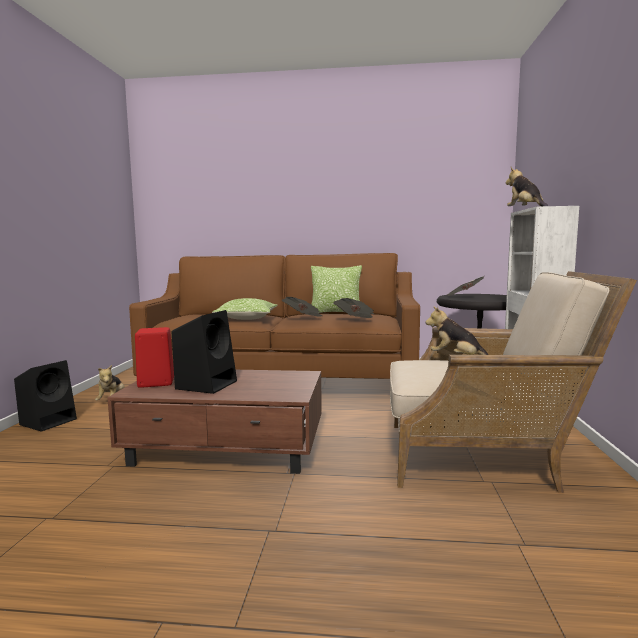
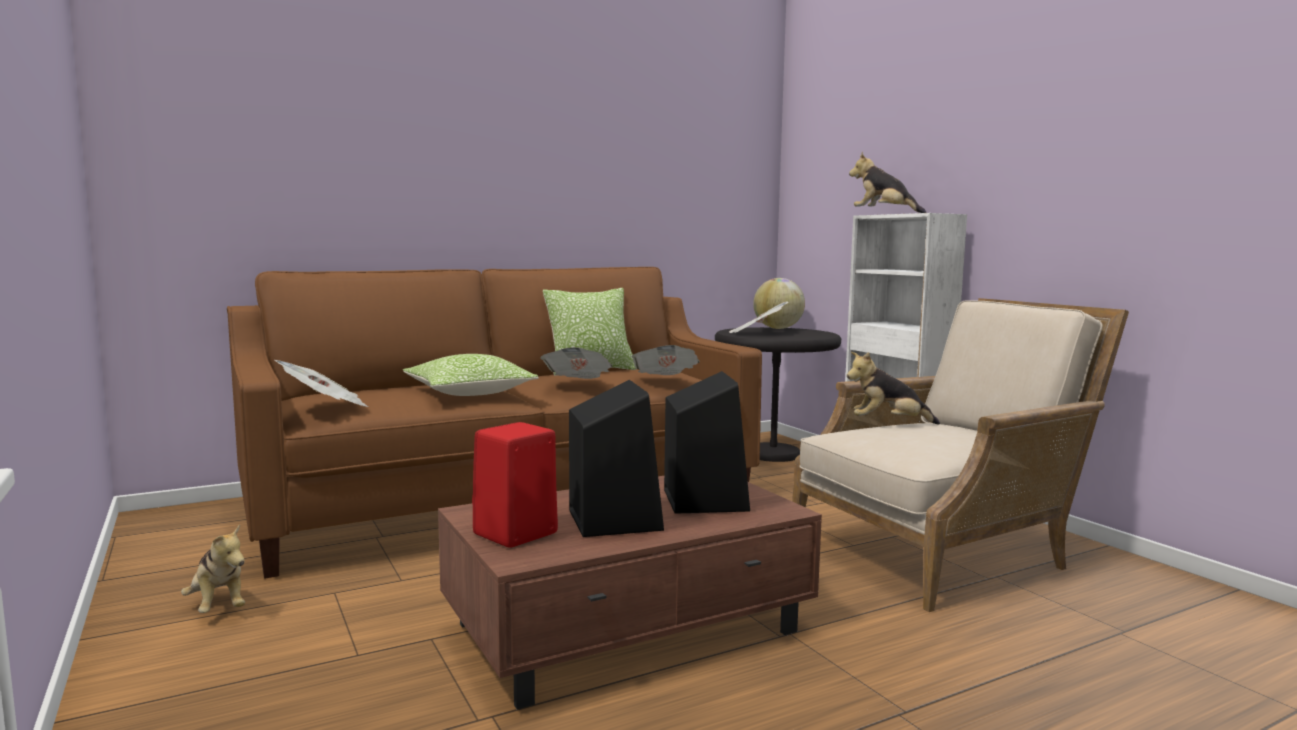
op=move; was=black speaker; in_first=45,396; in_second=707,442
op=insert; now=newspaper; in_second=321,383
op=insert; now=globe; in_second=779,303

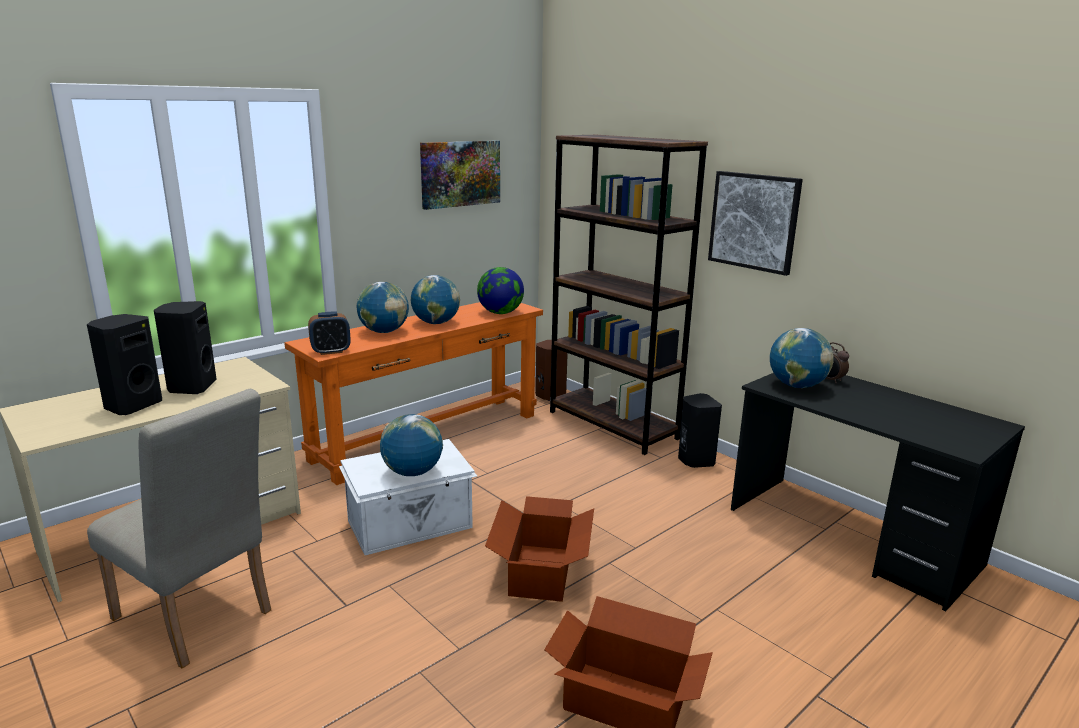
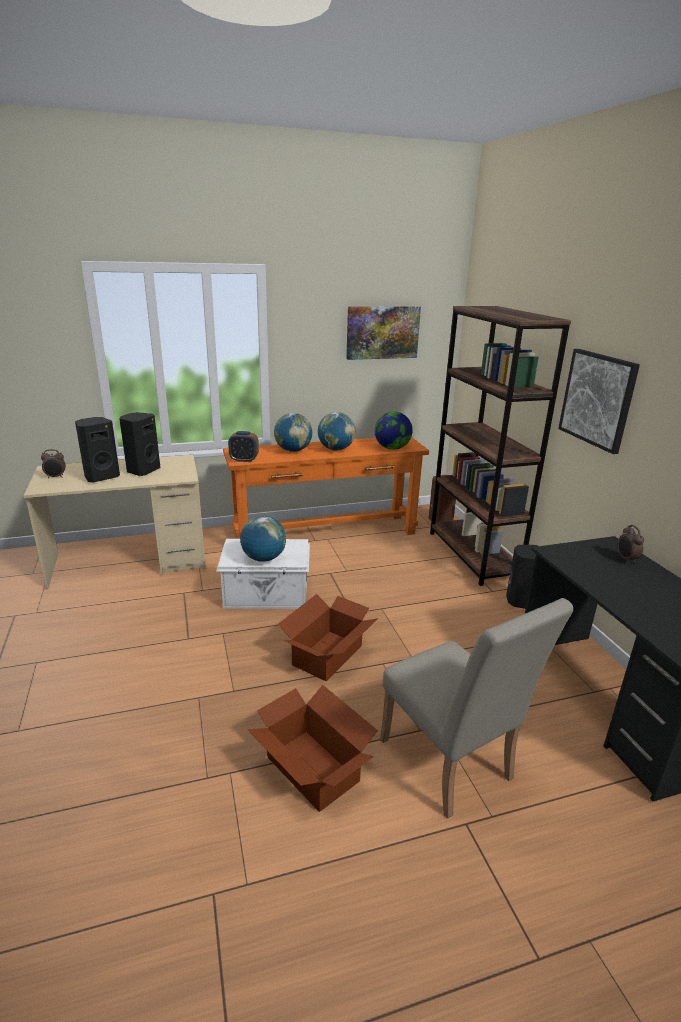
op=move; was=beige chair; in_first=179,528; in_second=477,708
op=delete; was=globe; in_first=802,358
op=insert; now=alarm clock; in_second=53,463

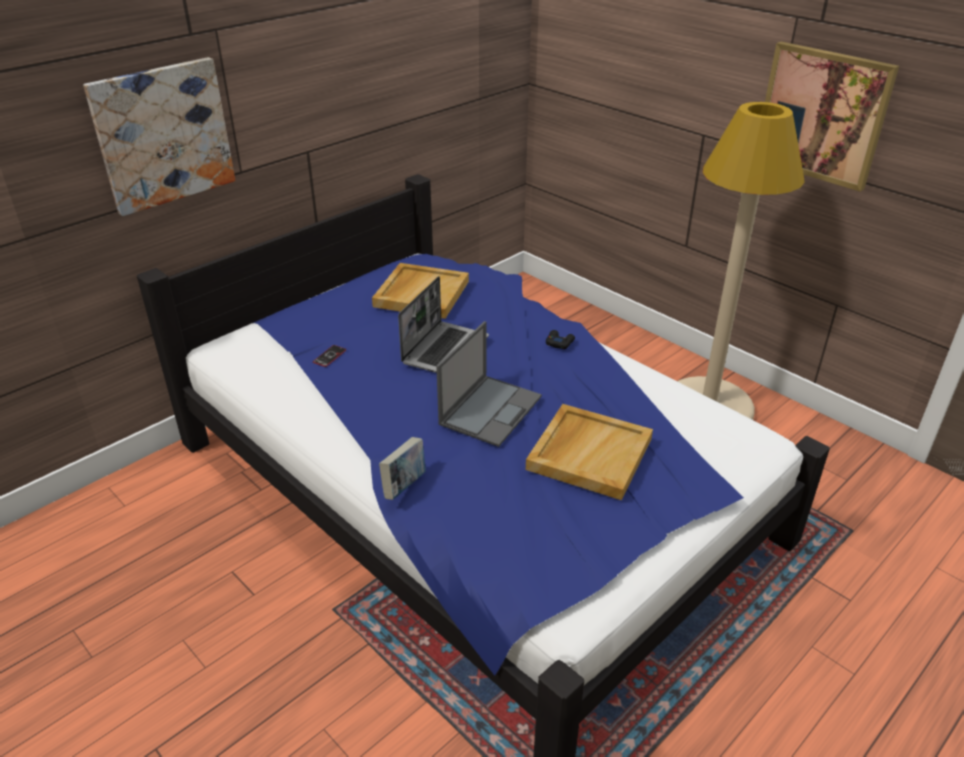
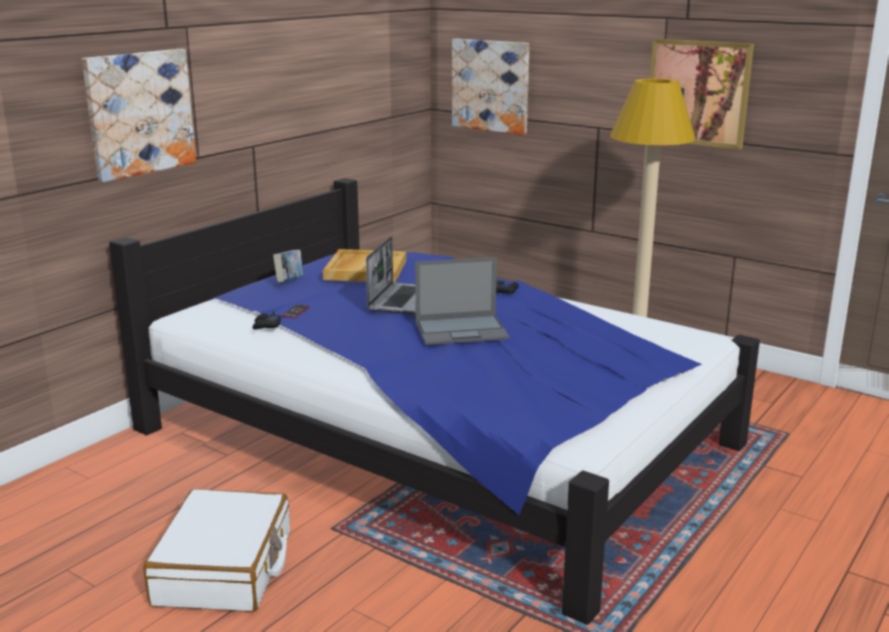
op=move; was=book; in_first=402,468; in_second=288,266
op=rotate; was=laptop; in_first=489,384; in_second=462,301; clockwise=60
op=delete; was=beige tray; in_first=589,452
op=insert; now=white suitcase; in_second=216,550
op=insert; now=black game controller; in_second=266,320
op=insert; now=picture; in_second=491,87

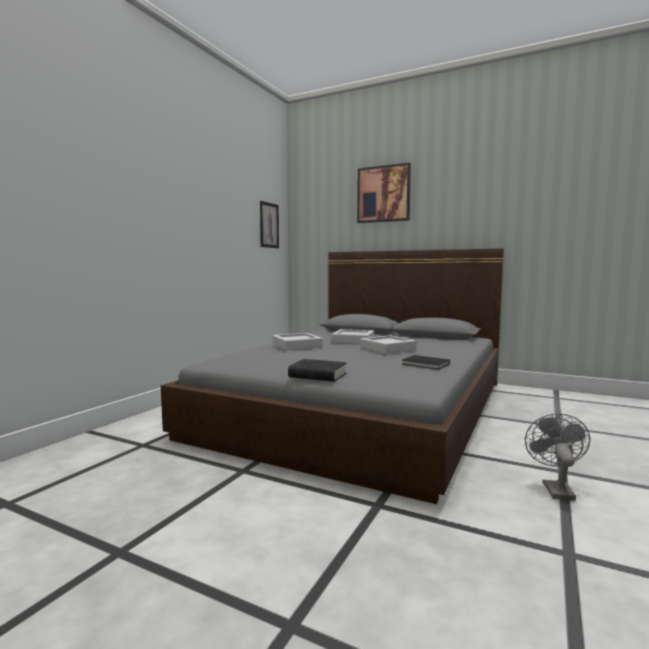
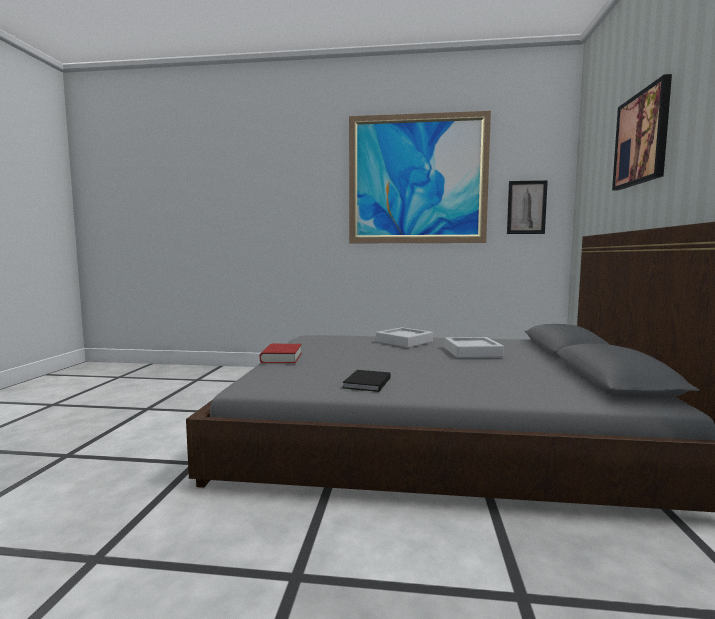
op=recolor; was=black book; now=red book; in_first=317,370; in_second=281,353
op=delete; was=grey tray; in_first=388,344
op=delete; was=grey fan; in_first=557,457
op=insert; now=picture; in_second=420,177

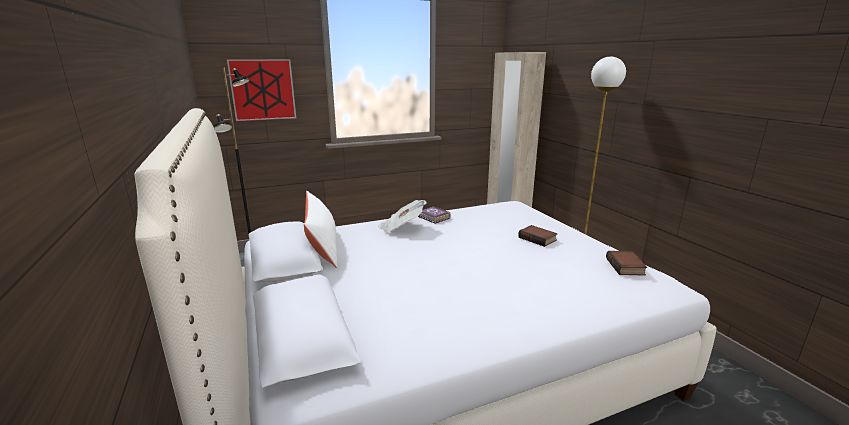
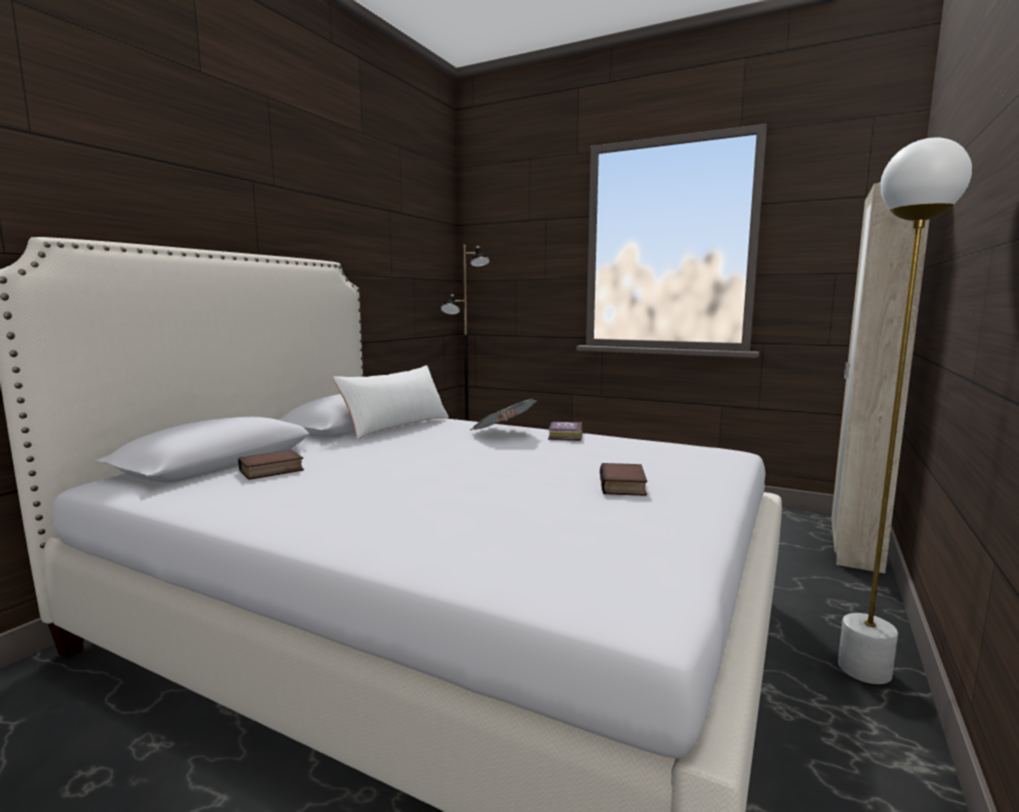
op=delete; was=picture; in_first=261,90
op=move; was=book; in_first=626,263; in_second=271,465

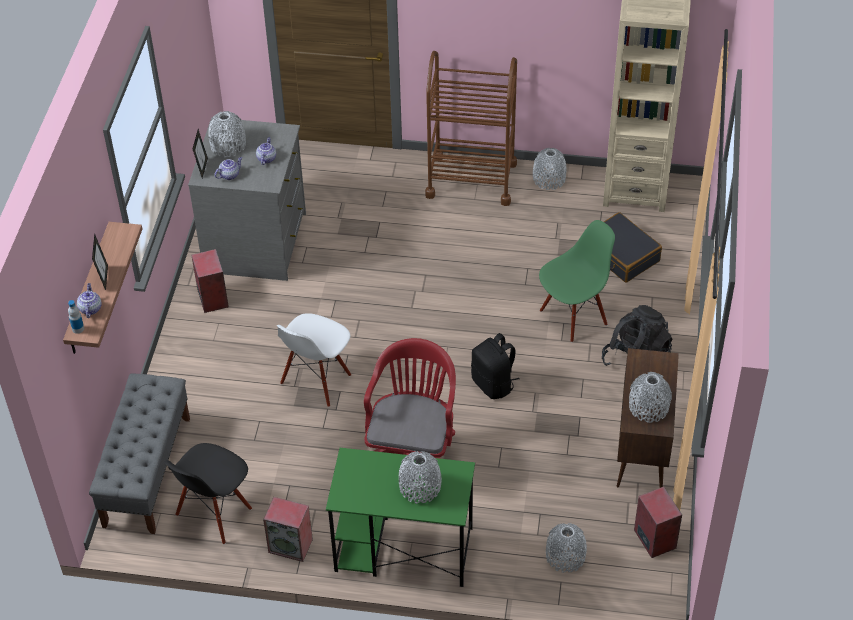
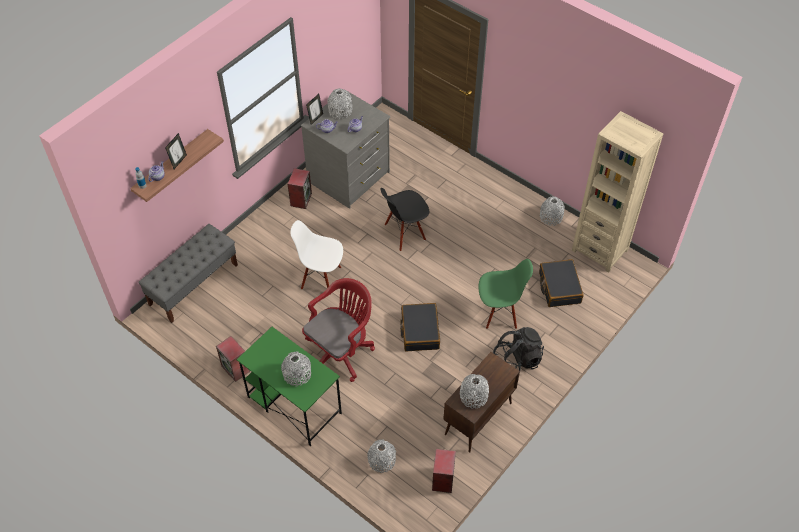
op=move; was=black chair; in_first=208,493; in_second=404,219
op=rotate; was=white chair; in_first=314,360; in_second=316,257; clockwise=45
op=delete; was=brown cart; in_first=471,128
op=replace; was=black backpack; now=black suitcase; in_first=495,366; in_second=420,327

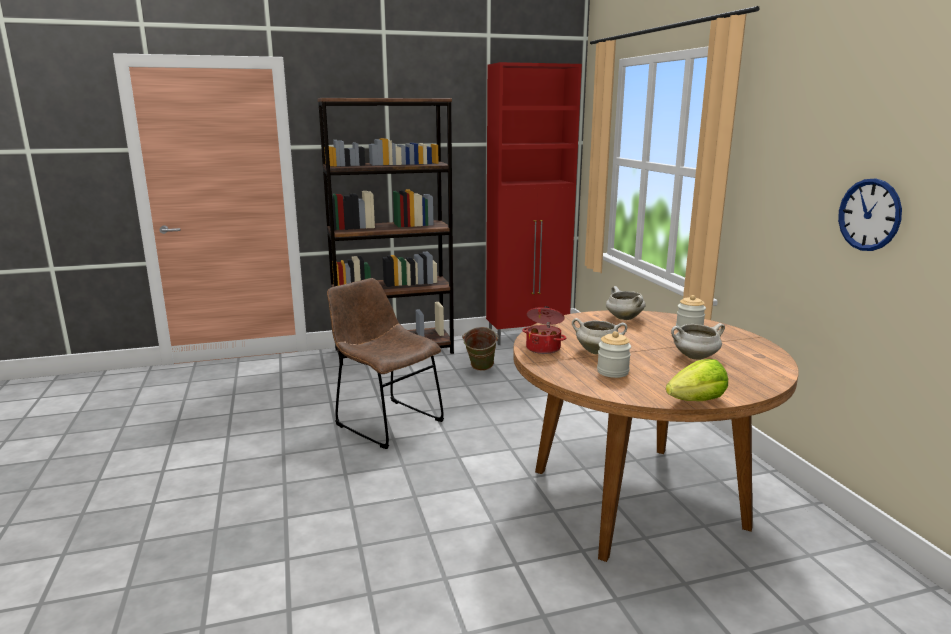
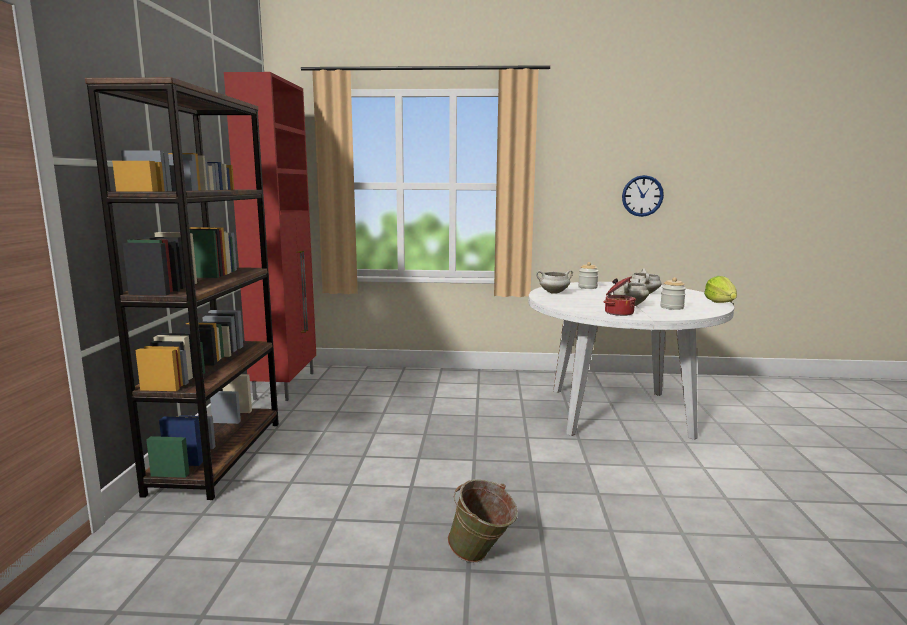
op=delete; was=brown chair; in_first=385,363
op=move; was=green bucket; in_first=480,349; in_second=482,521
op=recolor; was=brown dining table; now=white dining table; in_first=656,436; in_second=631,361

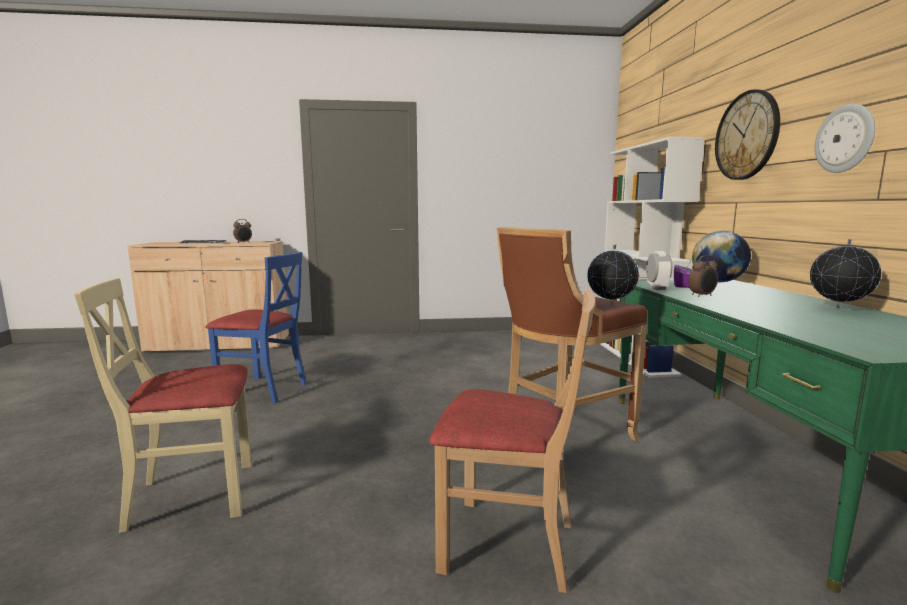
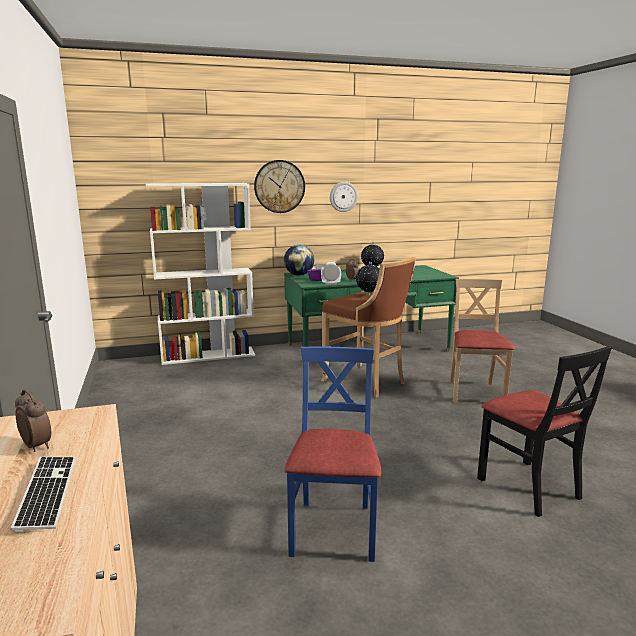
op=recolor; was=beige chair; now=black chair; in_first=163,405; in_second=544,431

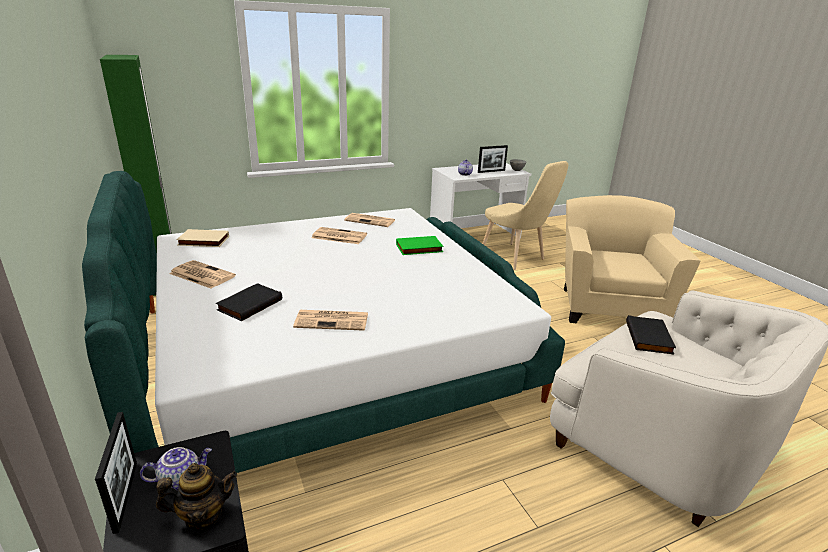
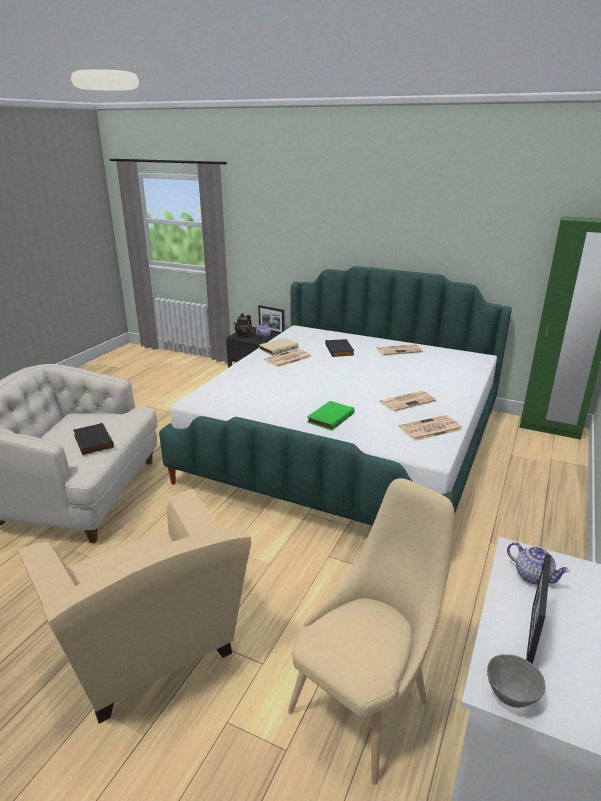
op=move; was=beige book; in_first=202,238; in_second=279,347
op=rotate; was=beige chair; in_first=525,215; in_second=371,631; clockwise=120

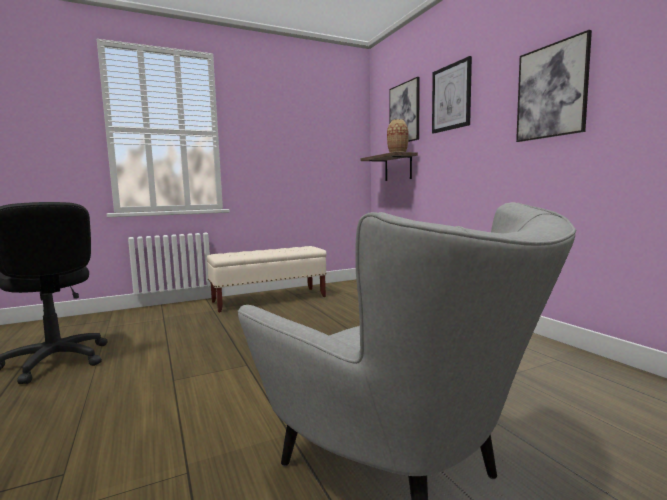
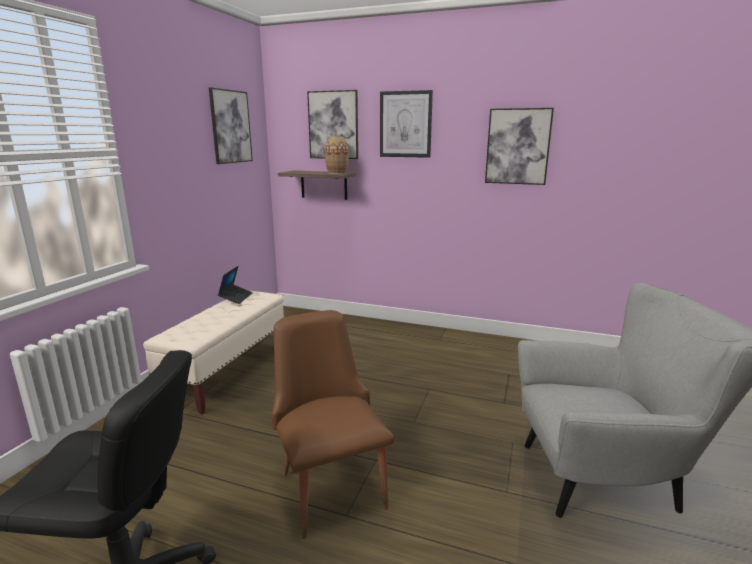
op=insert; now=picture; in_second=231,125
op=insert; now=laptop; in_second=235,285
op=insert; now=brown chair; in_second=332,424

